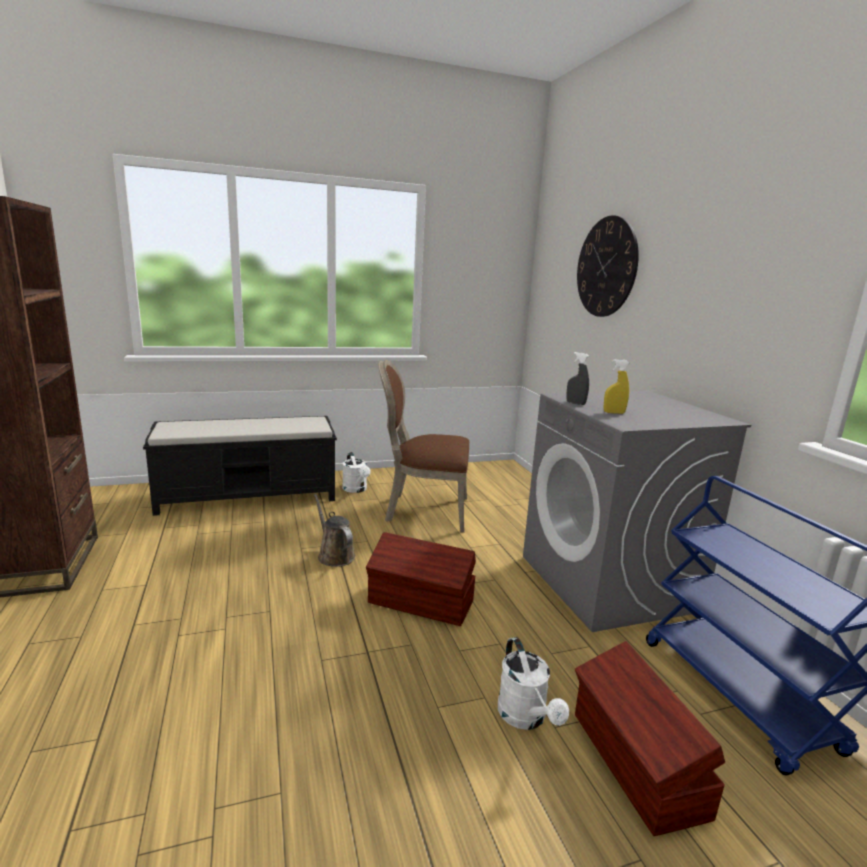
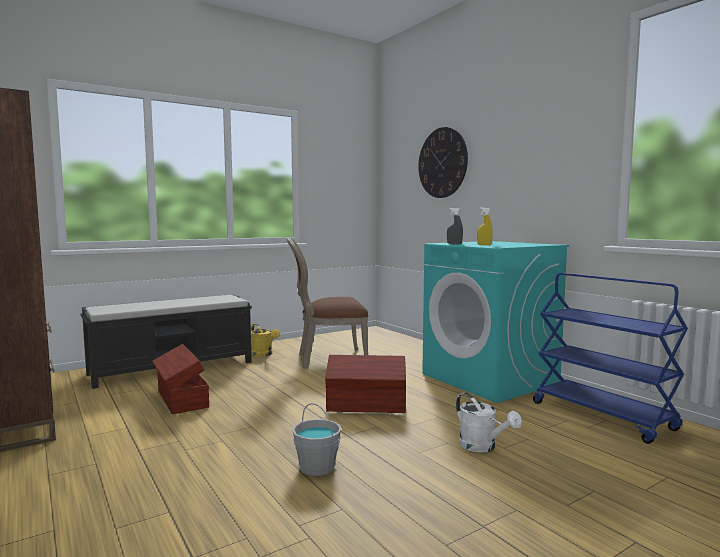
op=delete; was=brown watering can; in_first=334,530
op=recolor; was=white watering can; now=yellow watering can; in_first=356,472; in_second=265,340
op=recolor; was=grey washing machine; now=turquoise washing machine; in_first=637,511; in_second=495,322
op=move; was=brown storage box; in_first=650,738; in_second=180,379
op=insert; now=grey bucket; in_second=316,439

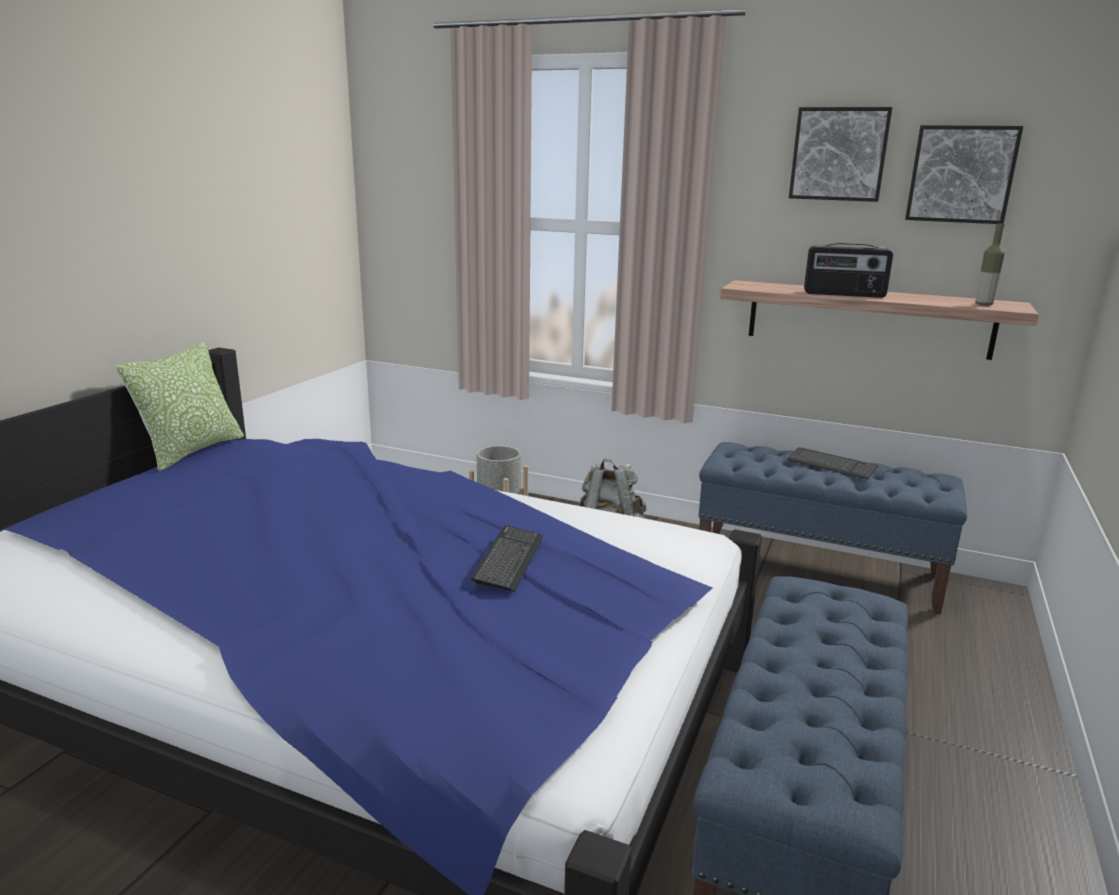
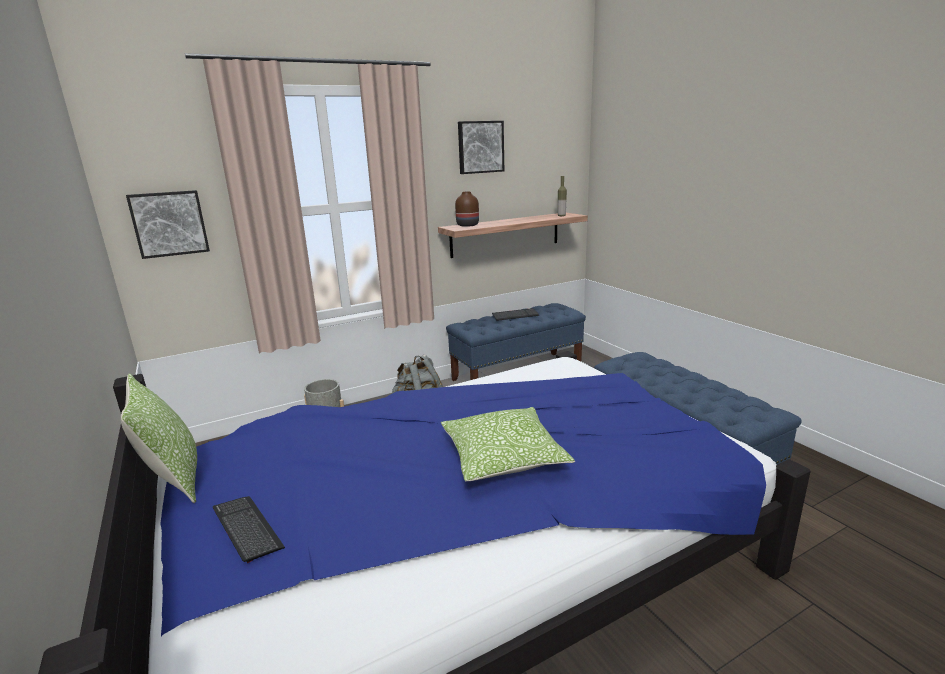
op=move; was=keyboard; in_first=507,558; in_second=249,529
op=delete; was=radio; in_first=848,270
op=move; was=picture; in_first=964,174; in_second=168,224
op=insert; now=pillow; in_second=508,444
op=insert; now=brown vase; in_second=467,209

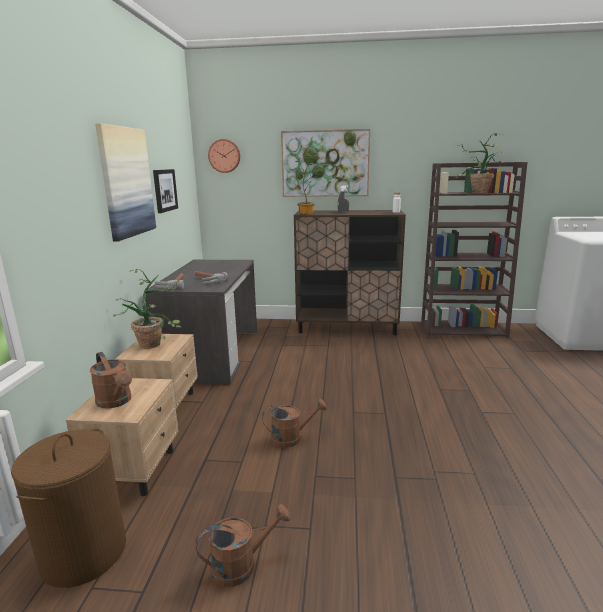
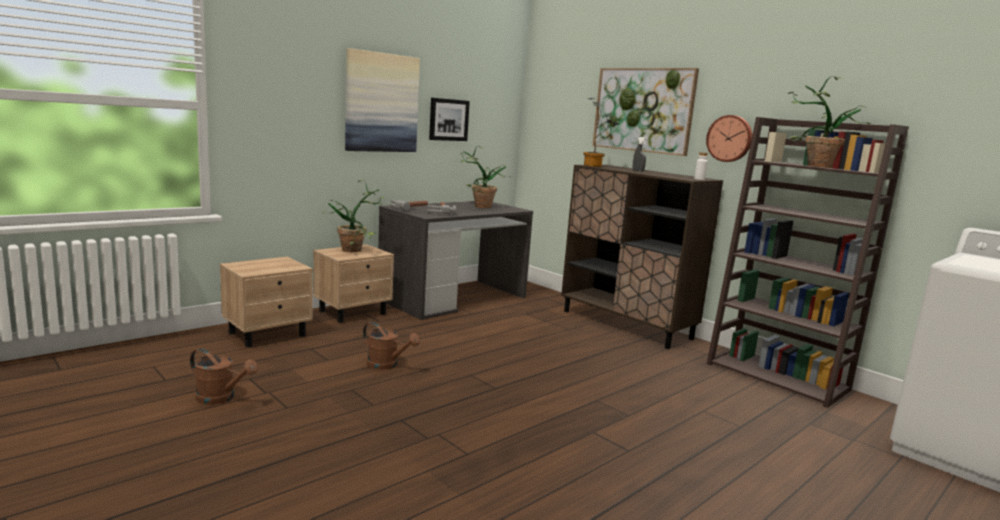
op=delete; was=brown laundry basket; in_first=68,508
op=delete; was=brown watering can; in_first=111,380
op=move; was=wall clock; in_first=224,156; in_second=729,138
op=insert; now=potted plant; in_second=485,177

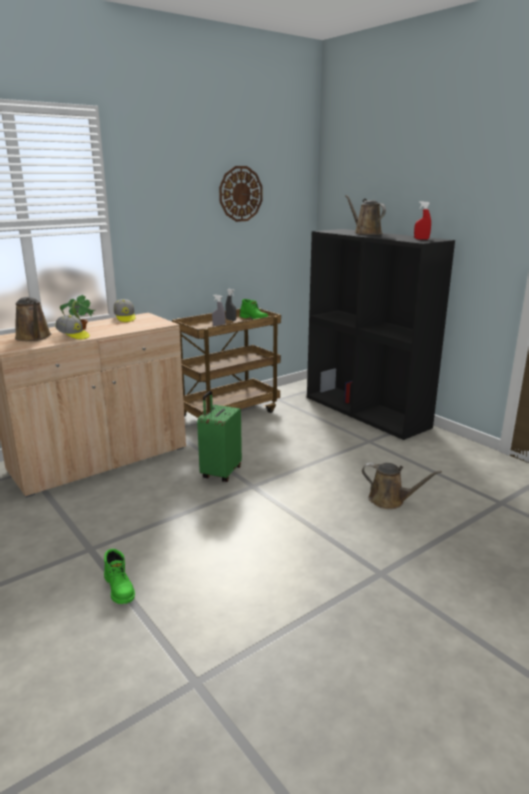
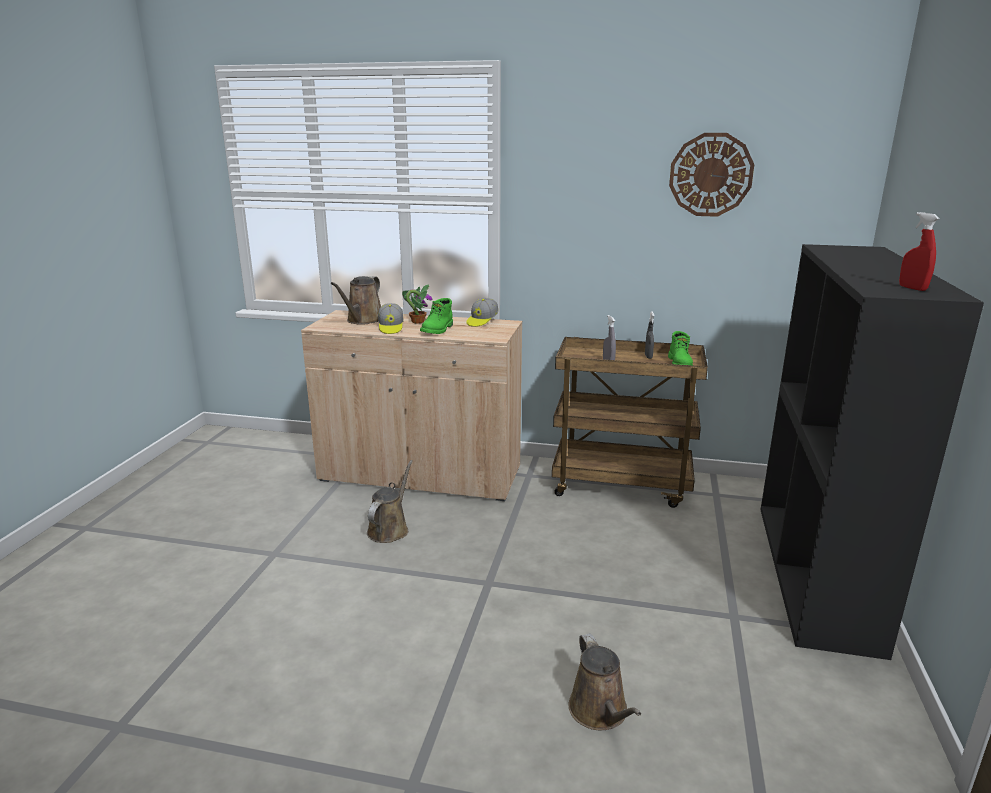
op=move; was=green boot; in_first=119,576; in_second=436,316
op=delete; was=green suitcase; in_first=219,436
op=move; was=brown watering can; in_first=365,215; in_second=390,501

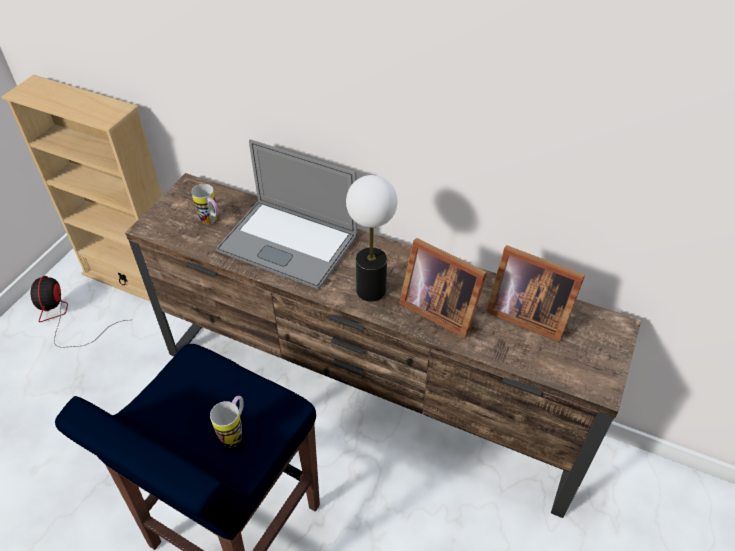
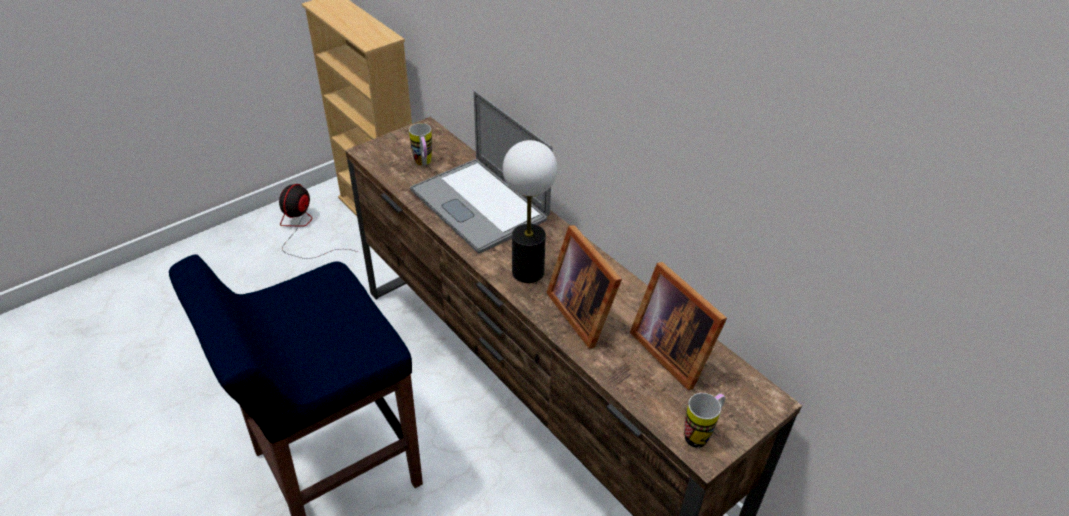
op=move; was=mug; in_first=227,421; in_second=704,420

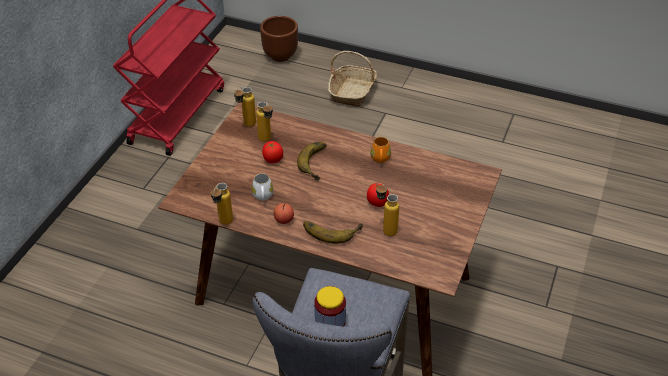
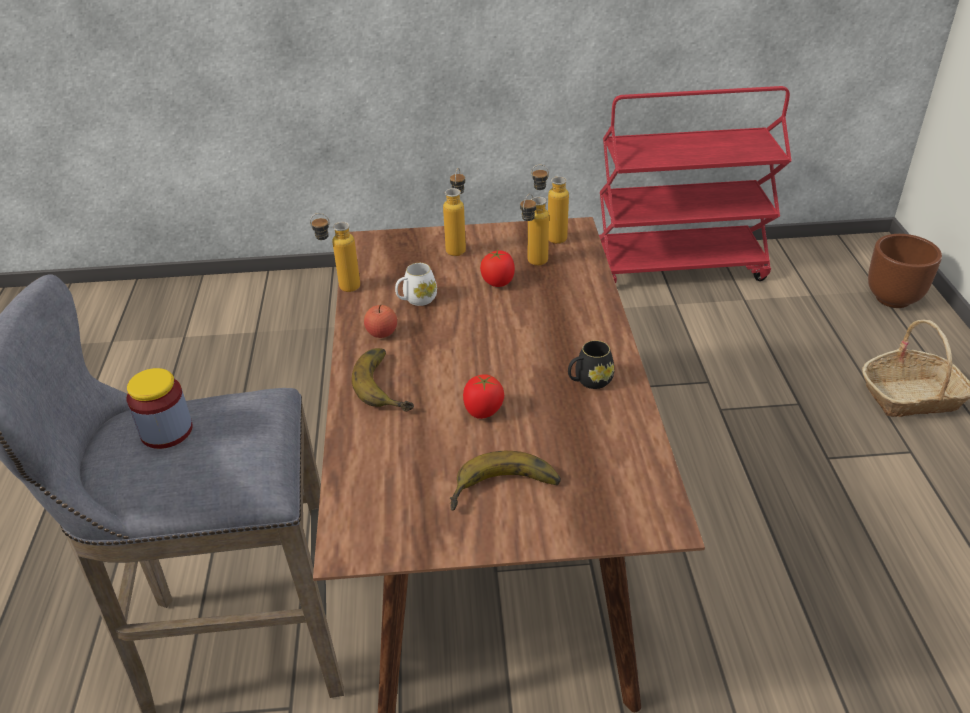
op=move; was=banana; in_first=312,161; in_second=505,481
op=recolor; was=orange mug; now=black mug; in_first=380,150; in_second=591,364
op=move; was=bottle; in_first=387,210; in_second=454,212

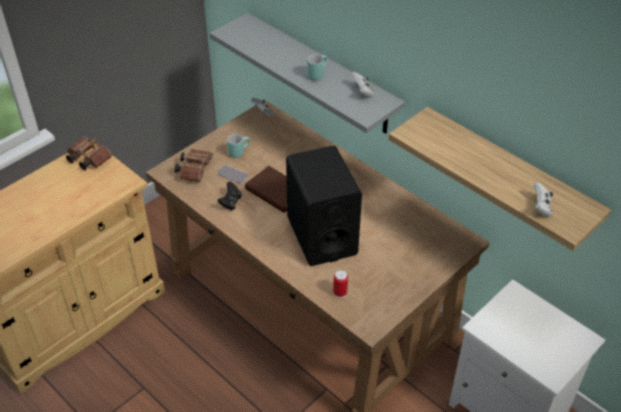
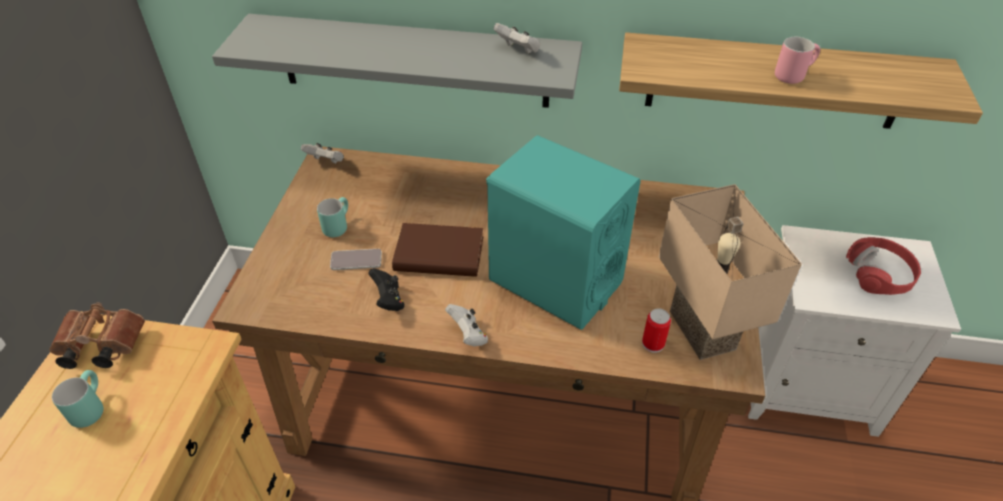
op=delete; was=brown binoculars; in_first=193,166
op=recolor; was=black speaker; now=turquoise speaker; in_first=324,205; in_second=563,232
op=move; was=turquoise mug; in_first=317,67; in_second=77,399
op=move; was=white game controller; in_first=543,199; in_second=466,325
op=insert; now=beige table lamp; in_second=730,272
op=insert; now=pink mug; in_second=797,60
op=insert; now=red headphones; in_second=883,266

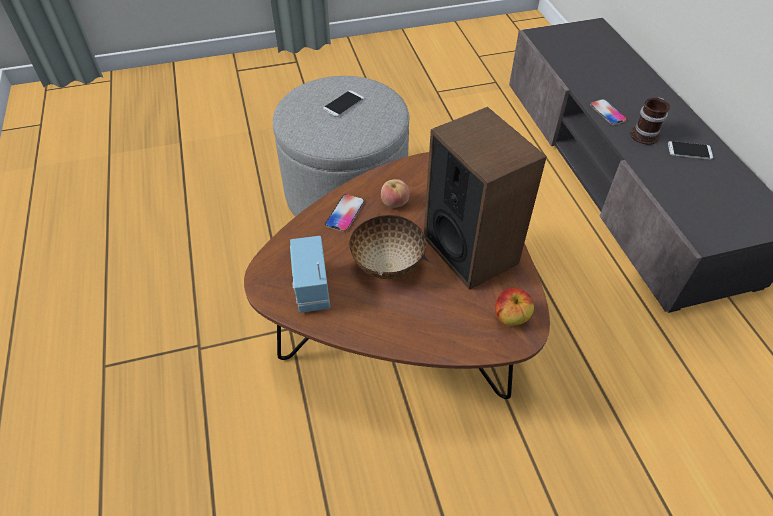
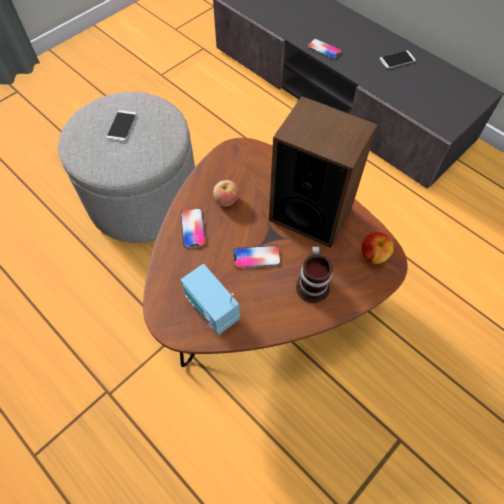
op=replace; was=bowl; now=phone; in_first=387,247; in_second=257,256
op=move; was=mug; in_first=650,121; in_second=314,274

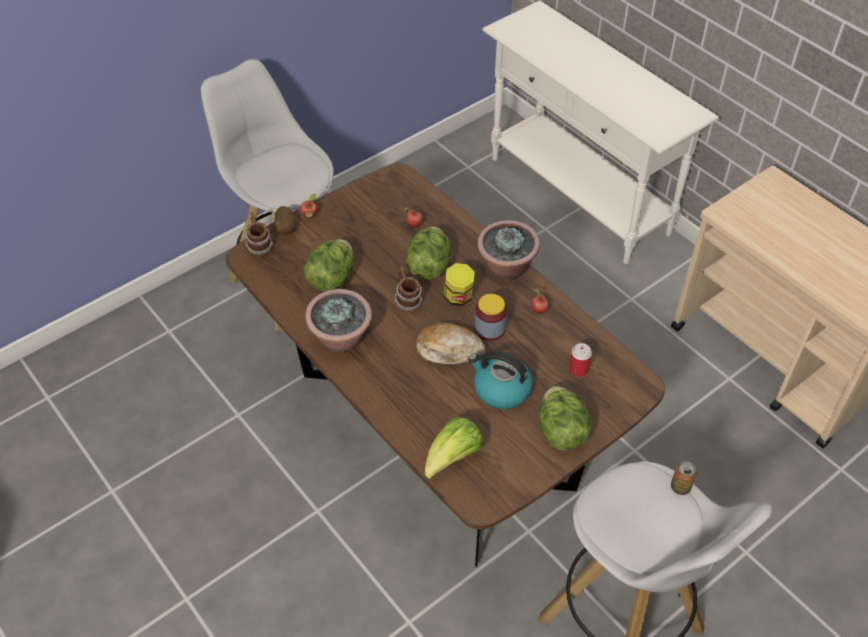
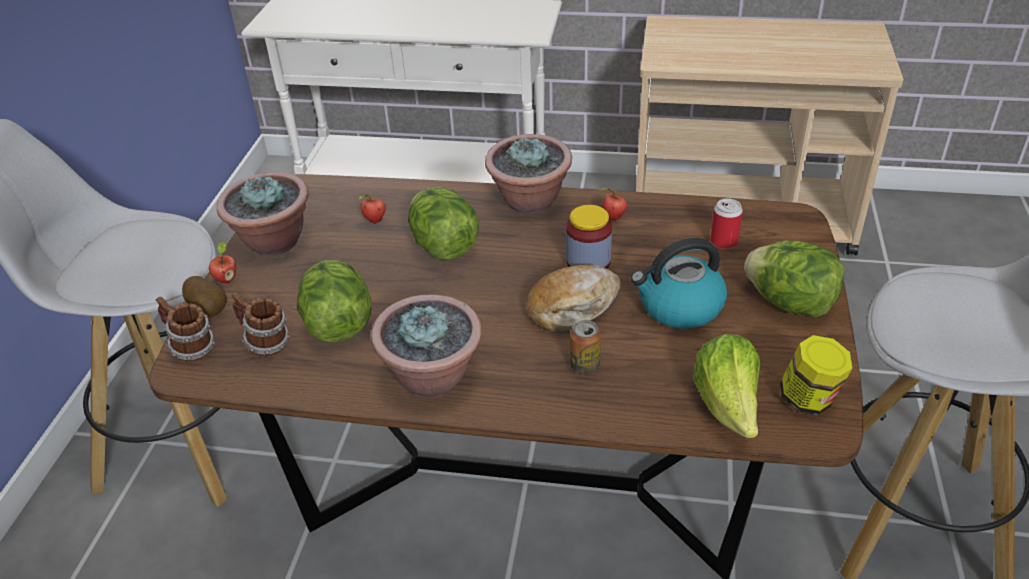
op=move; was=mug; in_first=408,289; in_second=260,324
op=move; was=jar; in_first=459,284; in_second=816,375
op=move; was=can; in_first=684,478; in_second=585,347
op=insert; now=potted plant; in_second=262,214

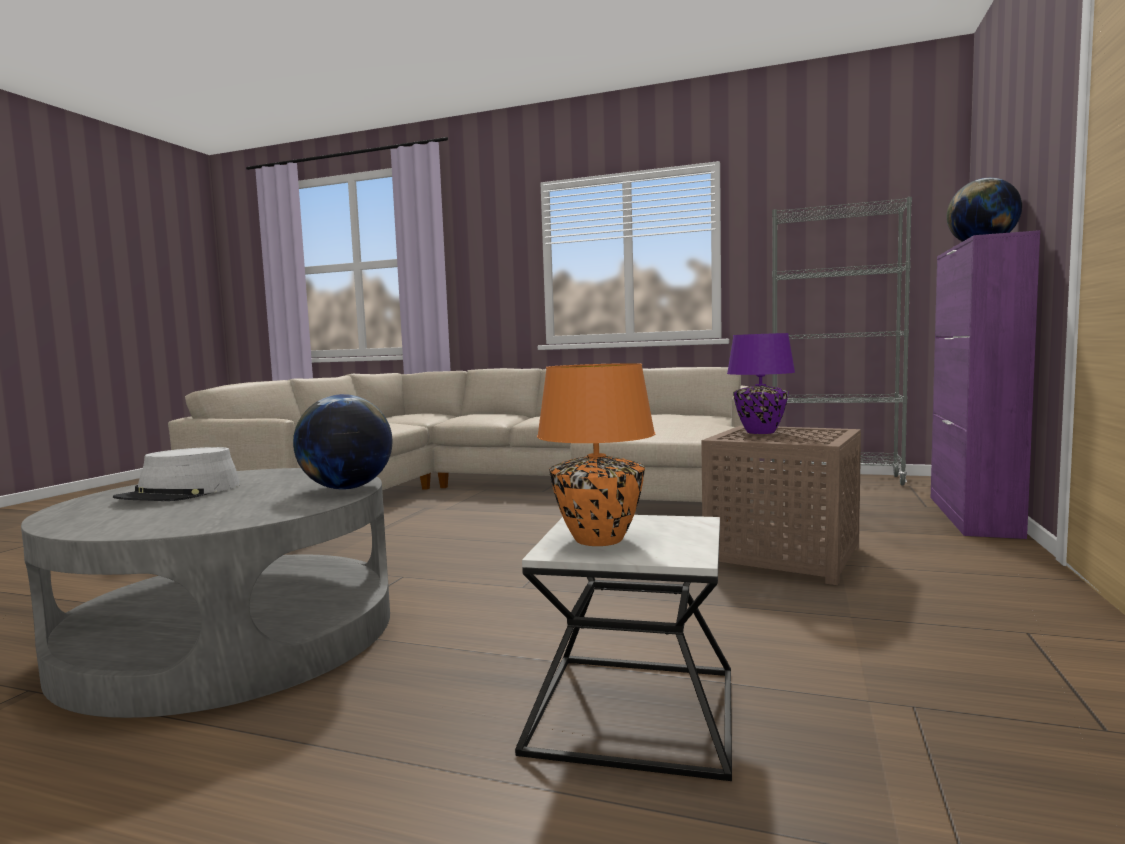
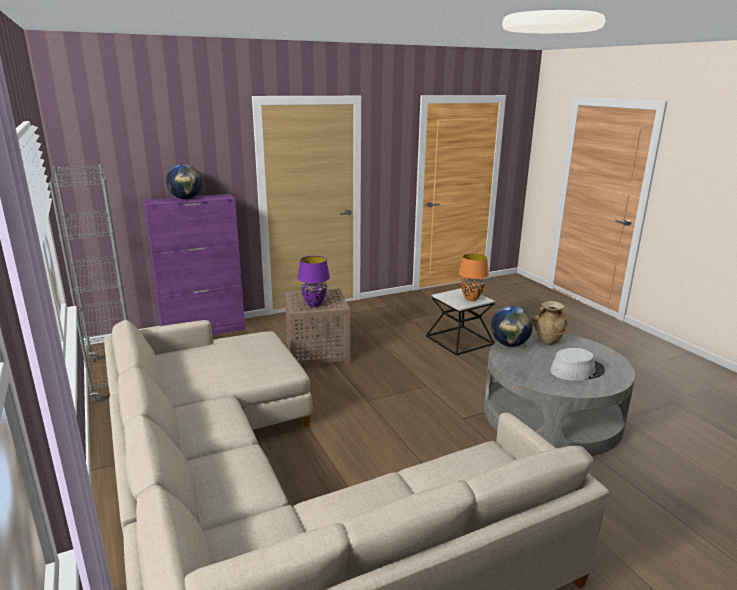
op=insert; now=beige vase; in_second=550,323

